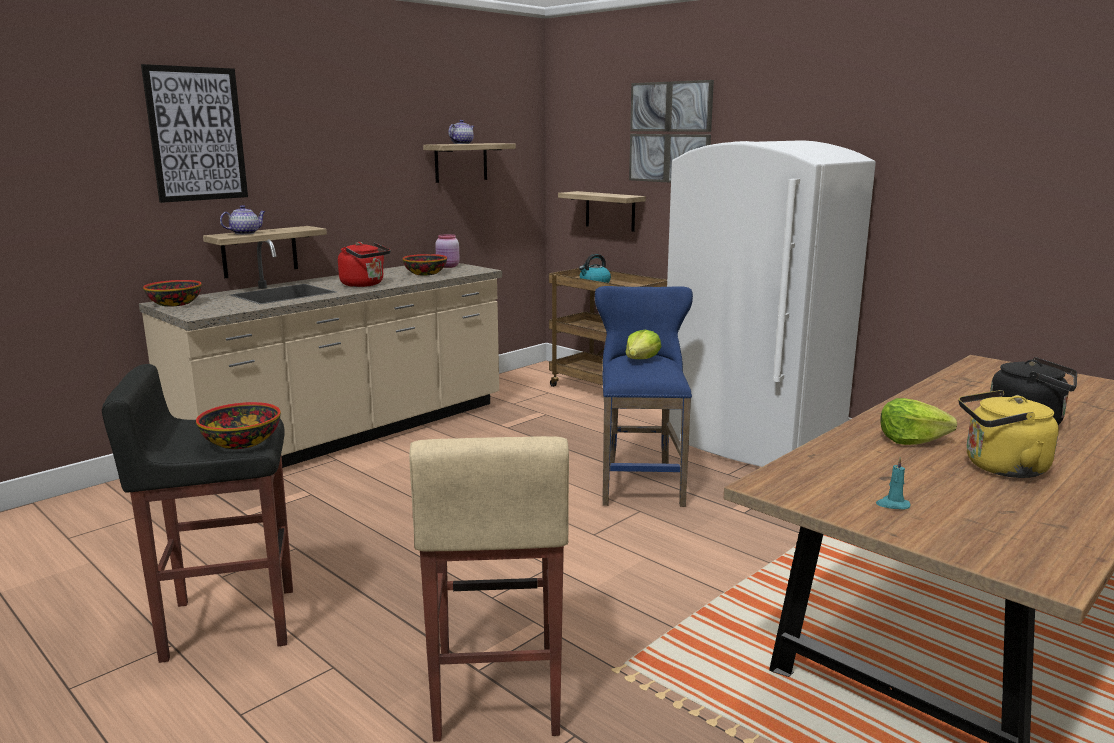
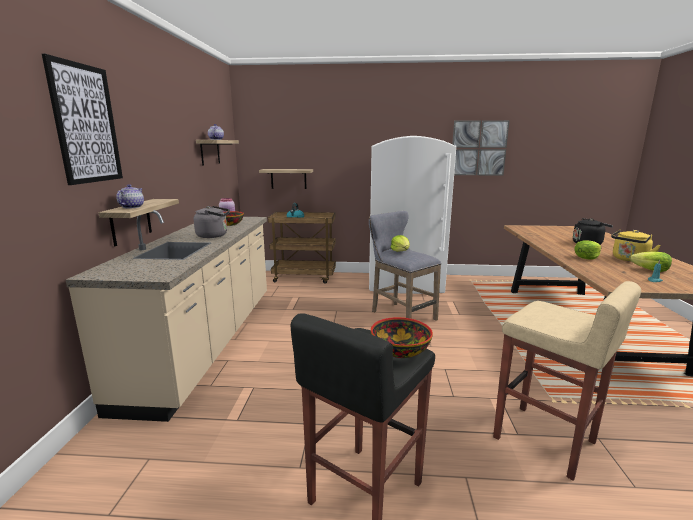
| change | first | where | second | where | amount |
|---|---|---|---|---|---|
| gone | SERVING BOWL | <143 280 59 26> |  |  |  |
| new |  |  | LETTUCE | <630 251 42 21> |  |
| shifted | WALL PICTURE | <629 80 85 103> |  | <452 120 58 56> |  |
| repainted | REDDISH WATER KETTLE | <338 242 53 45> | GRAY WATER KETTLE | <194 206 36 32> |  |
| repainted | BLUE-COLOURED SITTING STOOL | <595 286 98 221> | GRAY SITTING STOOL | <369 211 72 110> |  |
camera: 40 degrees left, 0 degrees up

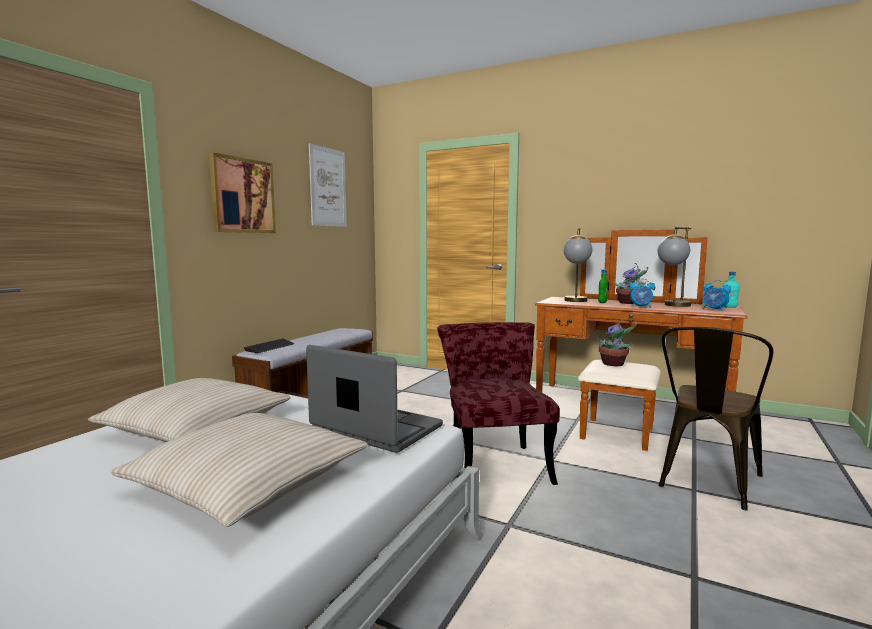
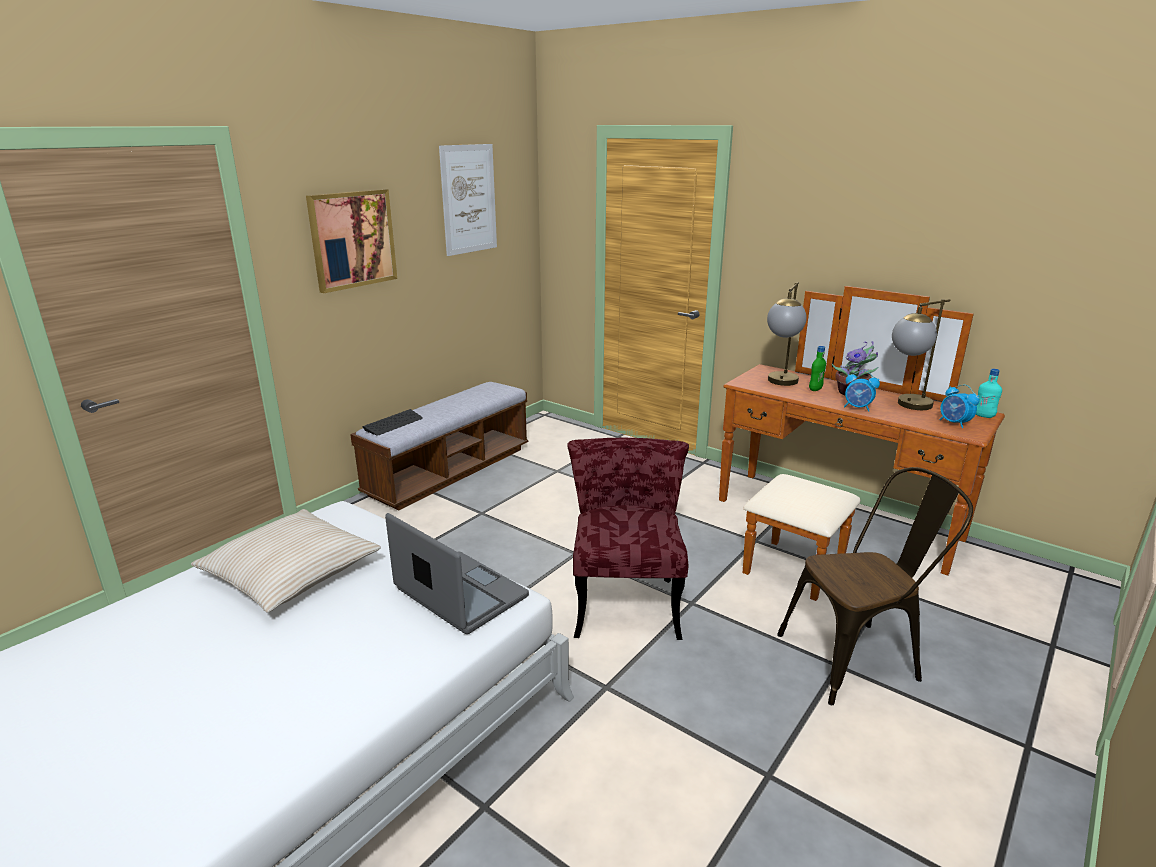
| change | first | where | second | where | amount |
|---|---|---|---|---|---|
| gone | SAND-COLOURED CUSHION | <111 413 257 114> |  |  |  |
| gone | HOUSEPLANT | <597 318 40 48> |  |  |  |
| rotated | BROWNISH CHAIR | <659 327 114 184> |  | <777 467 196 238> | 150 degrees counterclockwise |
camera: 10 degrees right, 15 degrees up

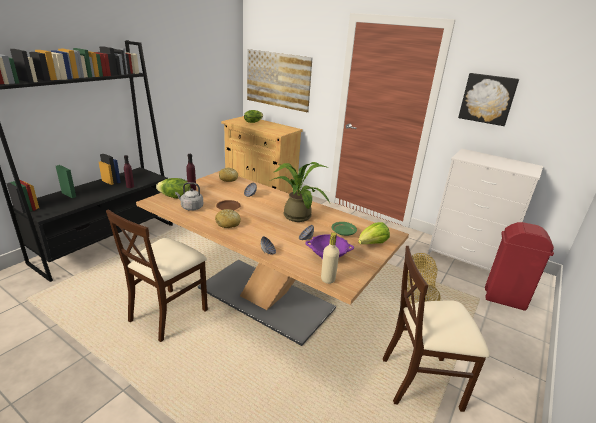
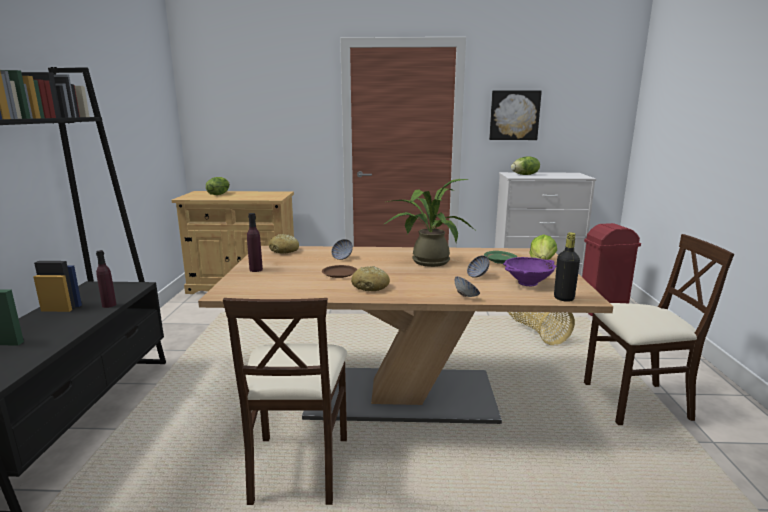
| change | first | where | second | where | amount |
|---|---|---|---|---|---|
| gone | GRAY WATER KETTLE | <175 182 28 29> |  |  |  |
| gone | WALL PICTURE | <247 49 65 63> |  |  |  |
| shifted | LETTUCE | <156 178 35 20> |  | <511 156 29 19> |  |
| repainted | SAND-COLOURED DRINK BOTTLE | <321 232 18 52> | BLACK-COLOURED DRINK BOTTLE | <554 232 26 70> |  |
| rotated | SAND-COLOURED CHAIR | <383 246 107 166> |  | <584 234 150 191> | 150 degrees counterclockwise |
camera: 30 degrees left, 10 degrees down

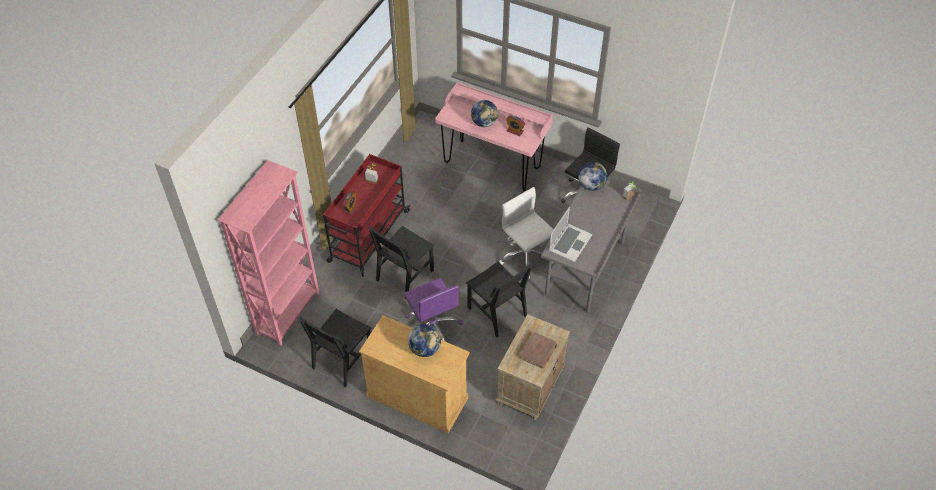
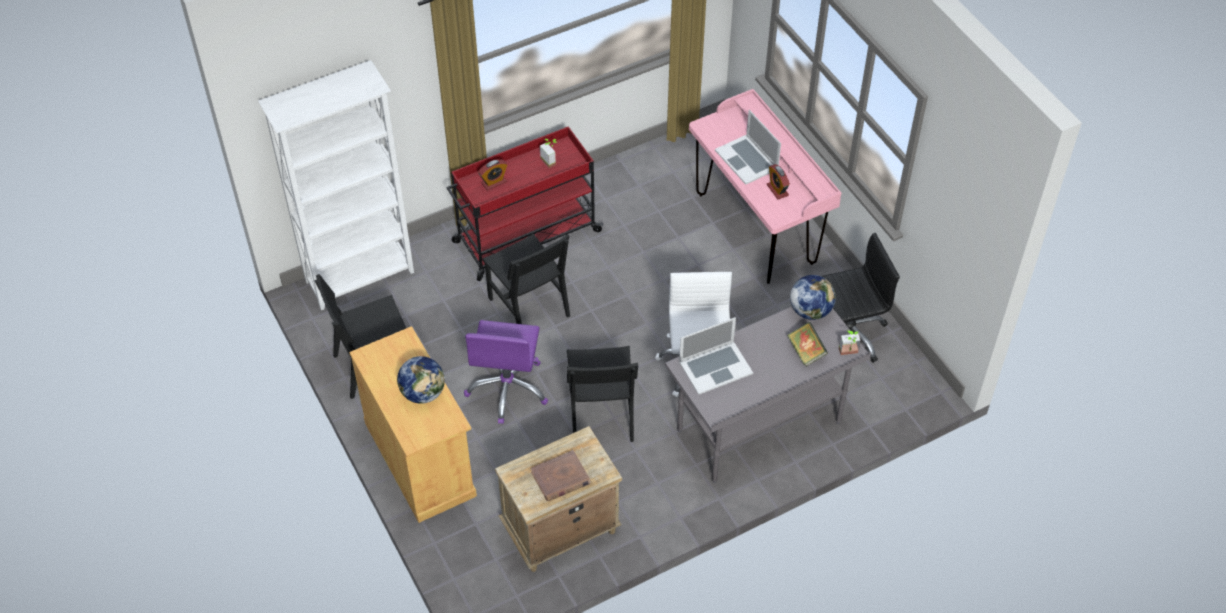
| change | first | where | second | where | amount |
|---|---|---|---|---|---|
| new |  |  | BOUND BOOK | <787 322 41 45> |  |
| swapped | WORLD GLOBE | <471 100 27 27> | PORTABLE COMPUTER | <715 110 66 75> |  |
| repainted | PINKISH BOOKCASE | <217 160 102 186> | WHITE BOOKCASE | <258 60 156 250> |  |
| rotated | BLACK-COLOURED CHAIR | <368 225 67 74> |  | <482 233 88 91> | 105 degrees counterclockwise |
camera: 35 degrees right, 0 degrees up

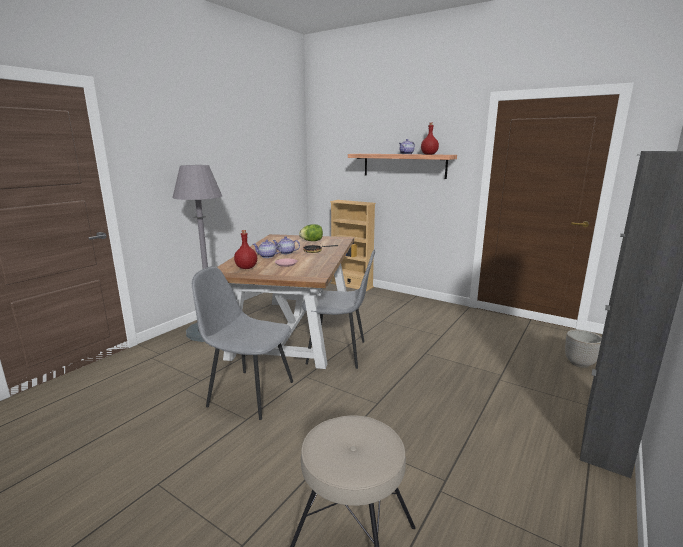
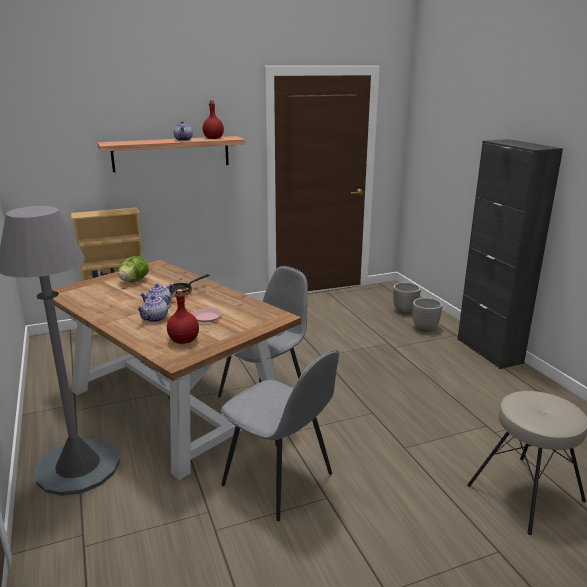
| change | first | where | second | where | amount |
|---|---|---|---|---|---|
| new |  |  | PLANT POT | <413 298 29 34> |  |
| rotated | GRAY CHAIR | <192 266 101 154> |  | <221 350 118 171> | 105 degrees counterclockwise |
camera: 55 degrees left, 5 degrees up

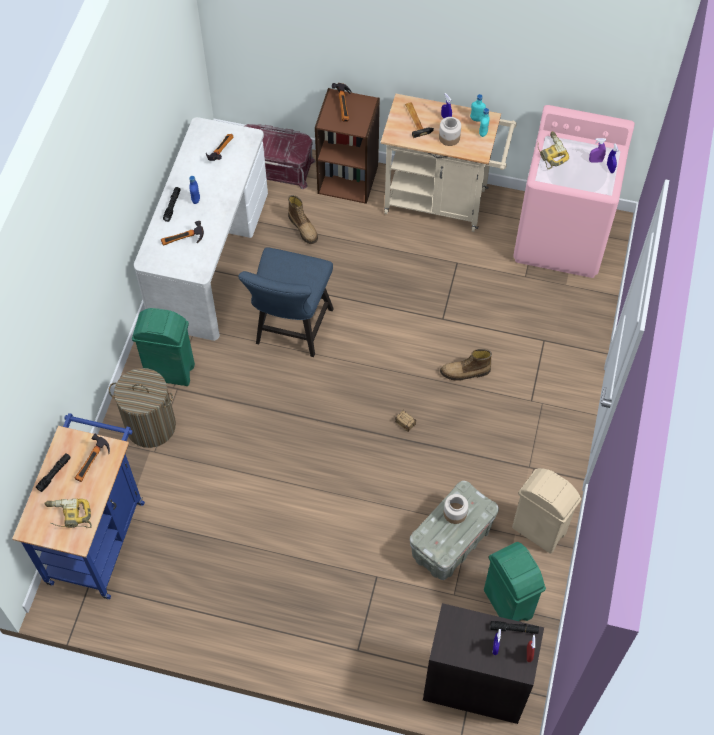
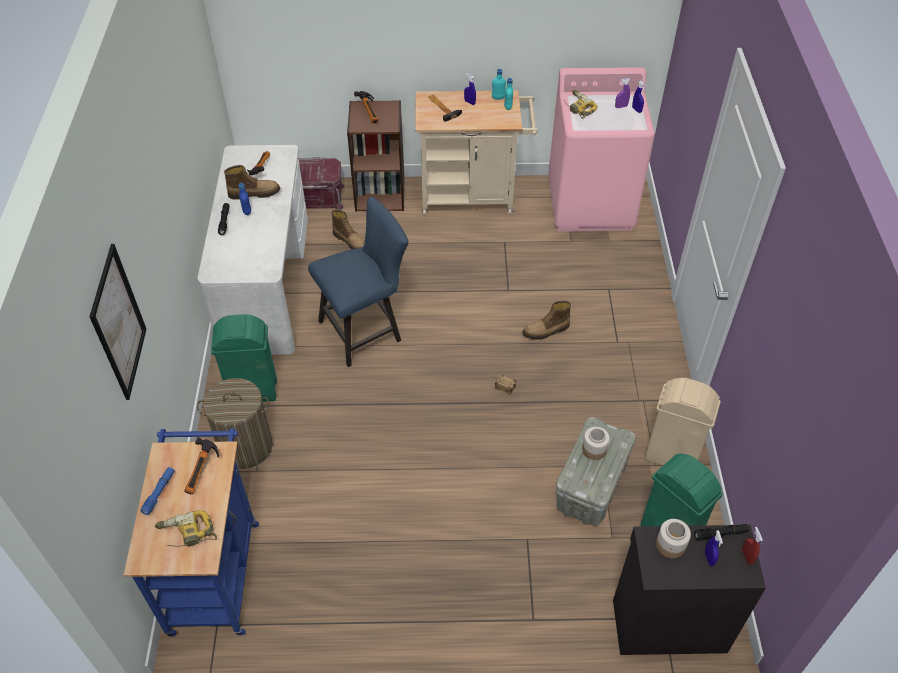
| change | first | where | second | where | amount |
|---|---|---|---|---|---|
| gone | HAMMER | <161 221 43 24> |  |  |  |
| new |  |  | WALL PICTURE | <90 244 57 156> |  |
| new |  |  | TALL BOOT | <224 165 56 35> |  |
| shifted | PRESERVE JAR | <439 117 22 29> |  | <656 519 35 40> |  |
| repainted | BLACK-COLOURED TORCH | <36 453 35 39> | BLUE-COLOURED TORCH | <140 467 35 48> |  |
| rotated | BLUE-COLOURED CHAIR | <238 247 96 110> |  | <308 196 101 171> | 120 degrees counterclockwise |
camera: 15 degrees left, 10 degrees down

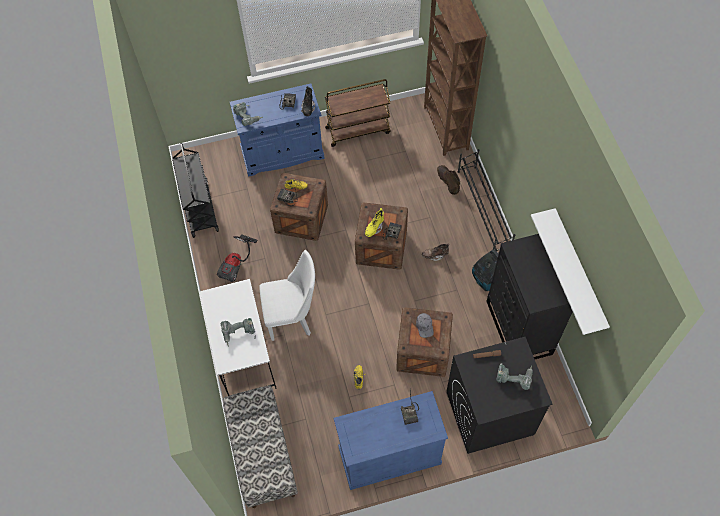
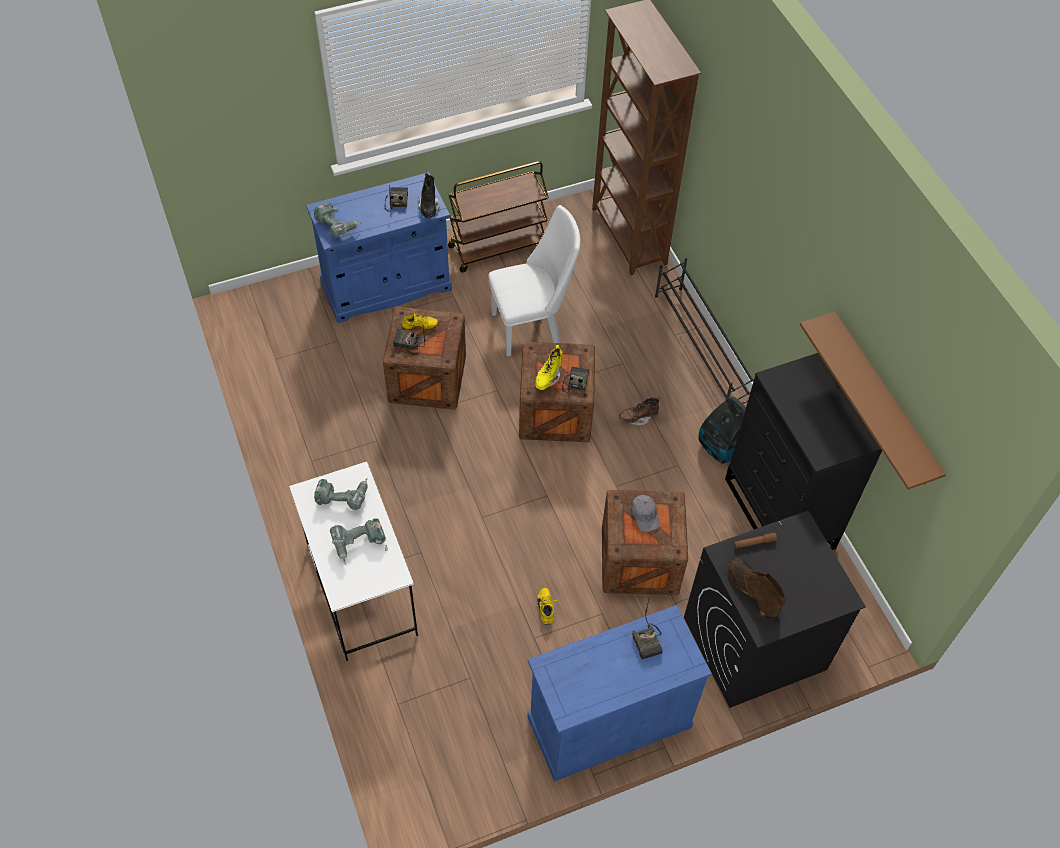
| change | first | where | second | where | amount |
|---|---|---|---|---|---|
| gone | BLACK-COLOURED WHEELED CART | <172 143 47 95> |  |  |  |
| gone | VACUUM CLEANER | <217 234 41 49> |  |  |  |
| gone | INDOOR BENCH | <223 386 75 122> |  |  |  |
| shifted | WHITE CHAIR | <259 250 56 91> |  | <488 205 92 151> |  |
| shifted | BROWNISH TALL BOOT | <437 165 23 30> |  | <727 558 59 62> |  |
| shifted | DRILL | <496 363 37 27> |  | <314 479 54 31> |  |
| repainted | WHITE SHELF | <531 208 79 127> | BROWNISH SHELF | <800 312 146 178> |  |
camera: 10 degrees left, 5 degrees down

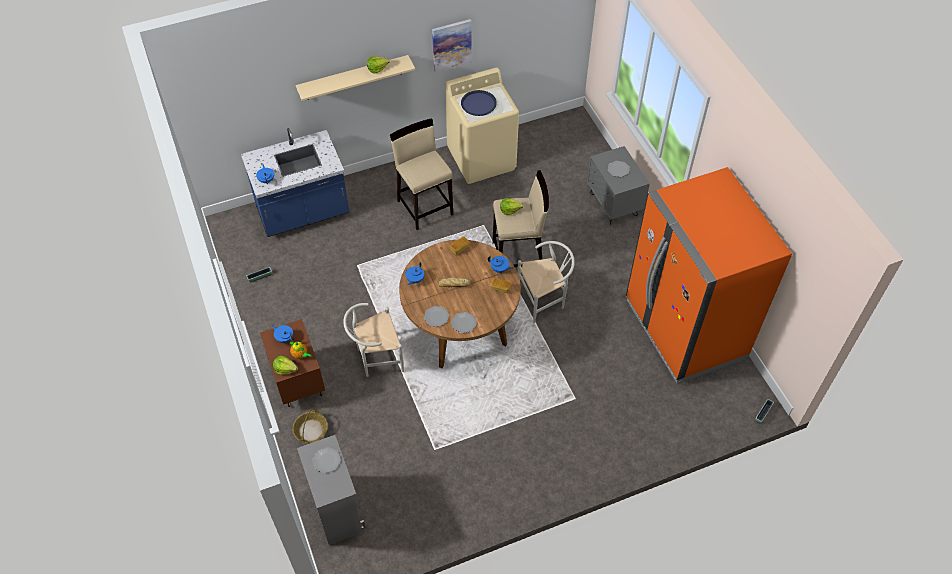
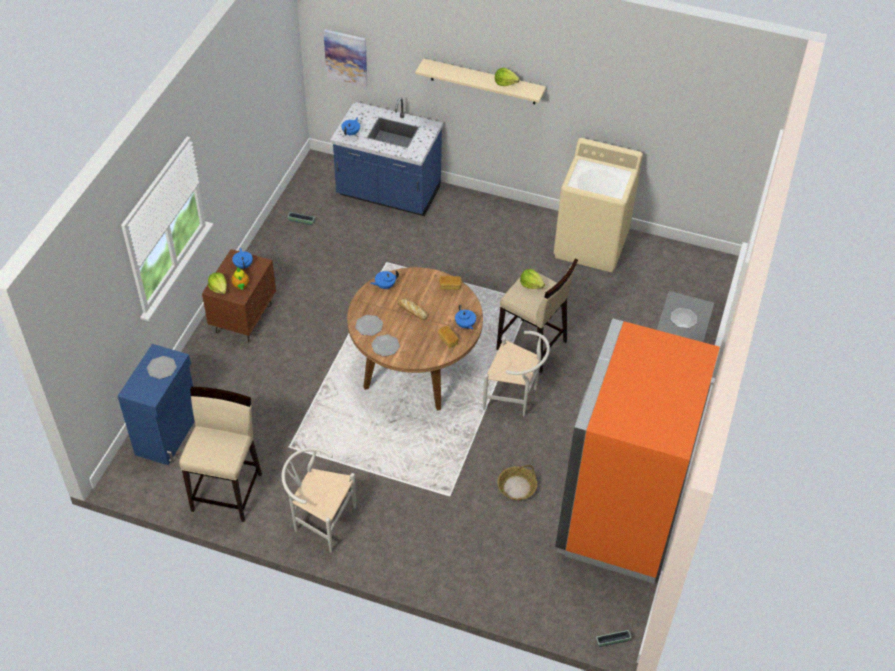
| change | first | where | second | where | amount |
|---|---|---|---|---|---|
| gone | BLUE-COLOURED TRAY | <461 90 36 26> |  |  |  |
| shifted | STORAGE BASKET | <292 408 36 35> |  | <497 465 40 35> |  |
| shifted | WHITE CHAIR | <343 303 61 74> |  | <282 447 74 106> |  |
| shifted | SAND-COLOURED SITTING STOOL | <390 118 63 112> |  | <179 387 83 135> |  |
| shifted | WALL PICTURE | <432 19 40 53> |  | <323 29 44 58> |  |
| repainted | GRAY CABINET | <297 435 69 110> | BLUE-COLOURED CABINET | <118 344 77 121> |  |
camera: 40 degrees right, 5 degrees down

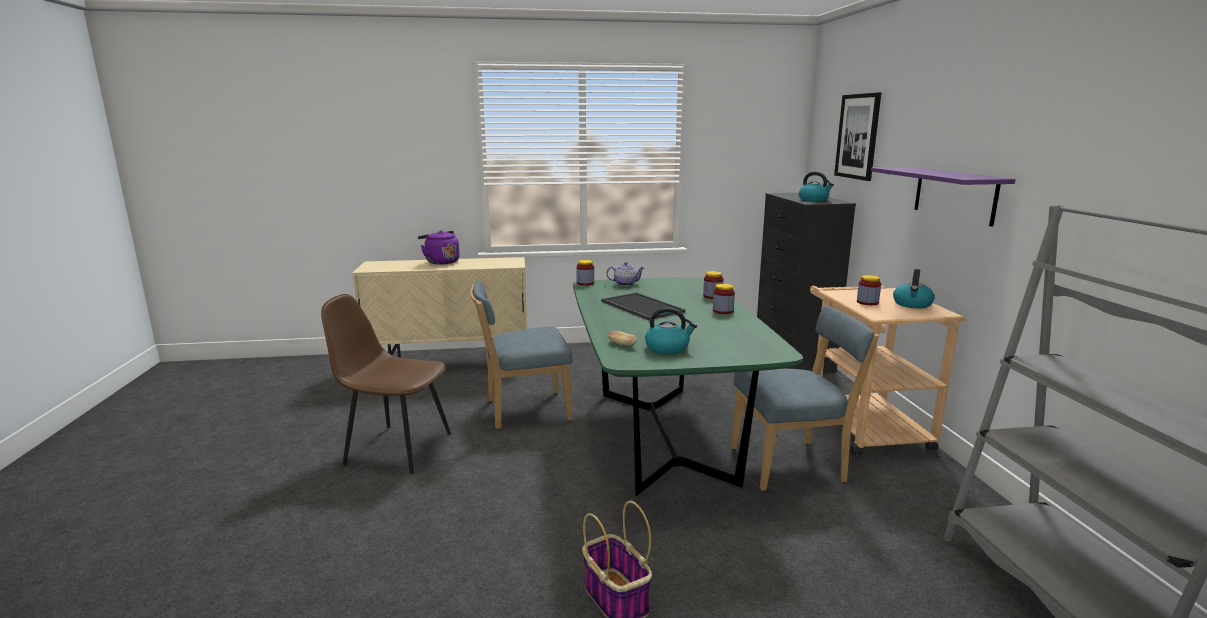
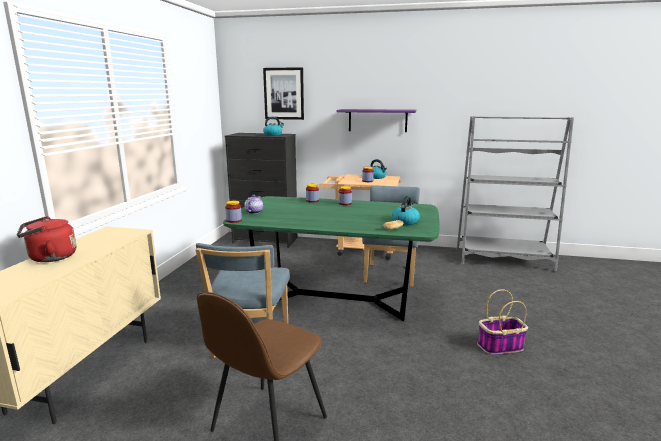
| change | first | where | second | where | amount |
|---|---|---|---|---|---|
| gone | TRAY | <601 292 84 28> |  |  |  |
| repainted | PURPLISH WATER KETTLE | <418 230 42 35> | REDDISH WATER KETTLE | <17 216 59 46> |  |
camera: 70 degrees left, 0 degrees up

